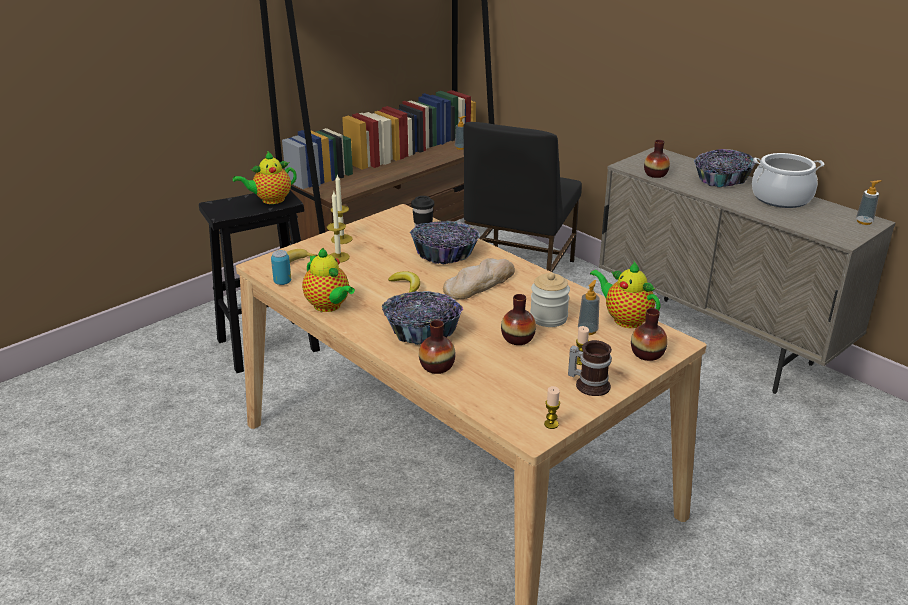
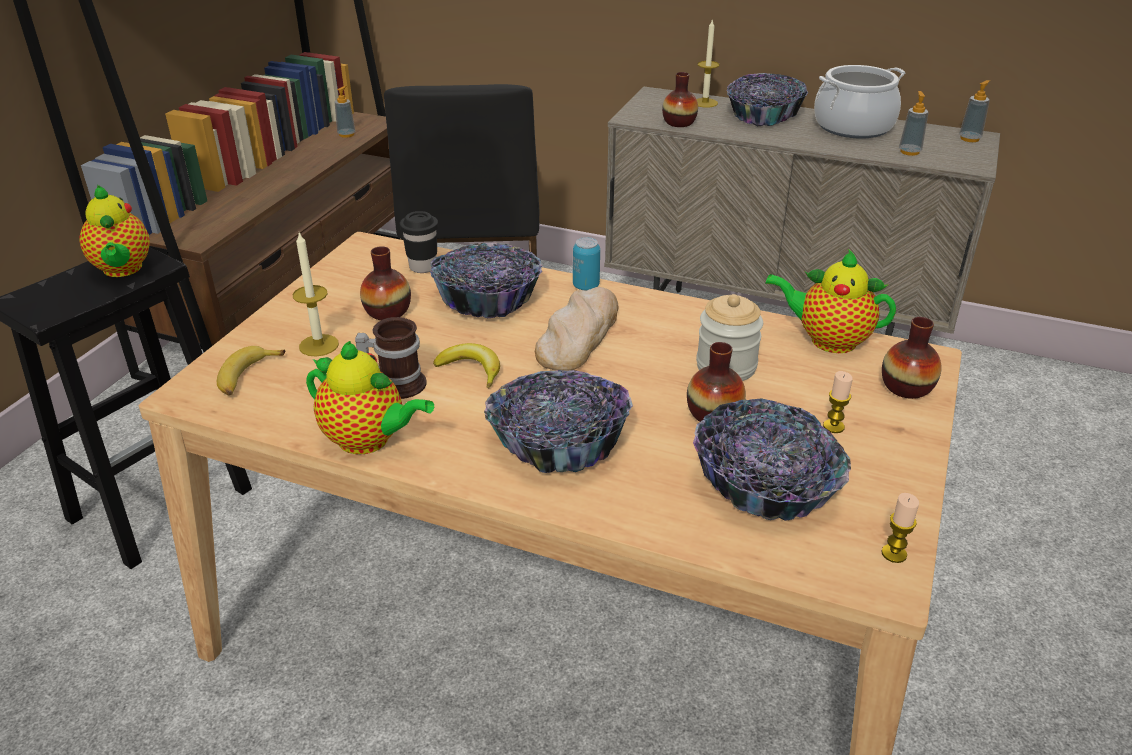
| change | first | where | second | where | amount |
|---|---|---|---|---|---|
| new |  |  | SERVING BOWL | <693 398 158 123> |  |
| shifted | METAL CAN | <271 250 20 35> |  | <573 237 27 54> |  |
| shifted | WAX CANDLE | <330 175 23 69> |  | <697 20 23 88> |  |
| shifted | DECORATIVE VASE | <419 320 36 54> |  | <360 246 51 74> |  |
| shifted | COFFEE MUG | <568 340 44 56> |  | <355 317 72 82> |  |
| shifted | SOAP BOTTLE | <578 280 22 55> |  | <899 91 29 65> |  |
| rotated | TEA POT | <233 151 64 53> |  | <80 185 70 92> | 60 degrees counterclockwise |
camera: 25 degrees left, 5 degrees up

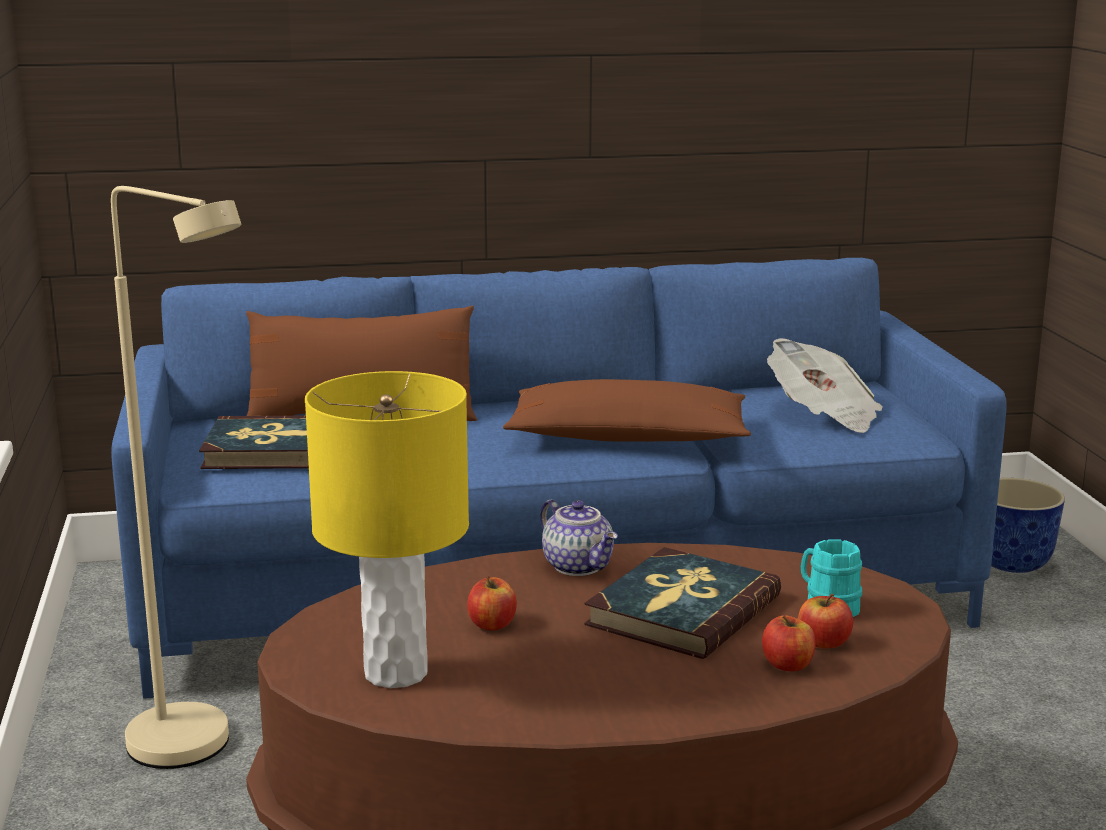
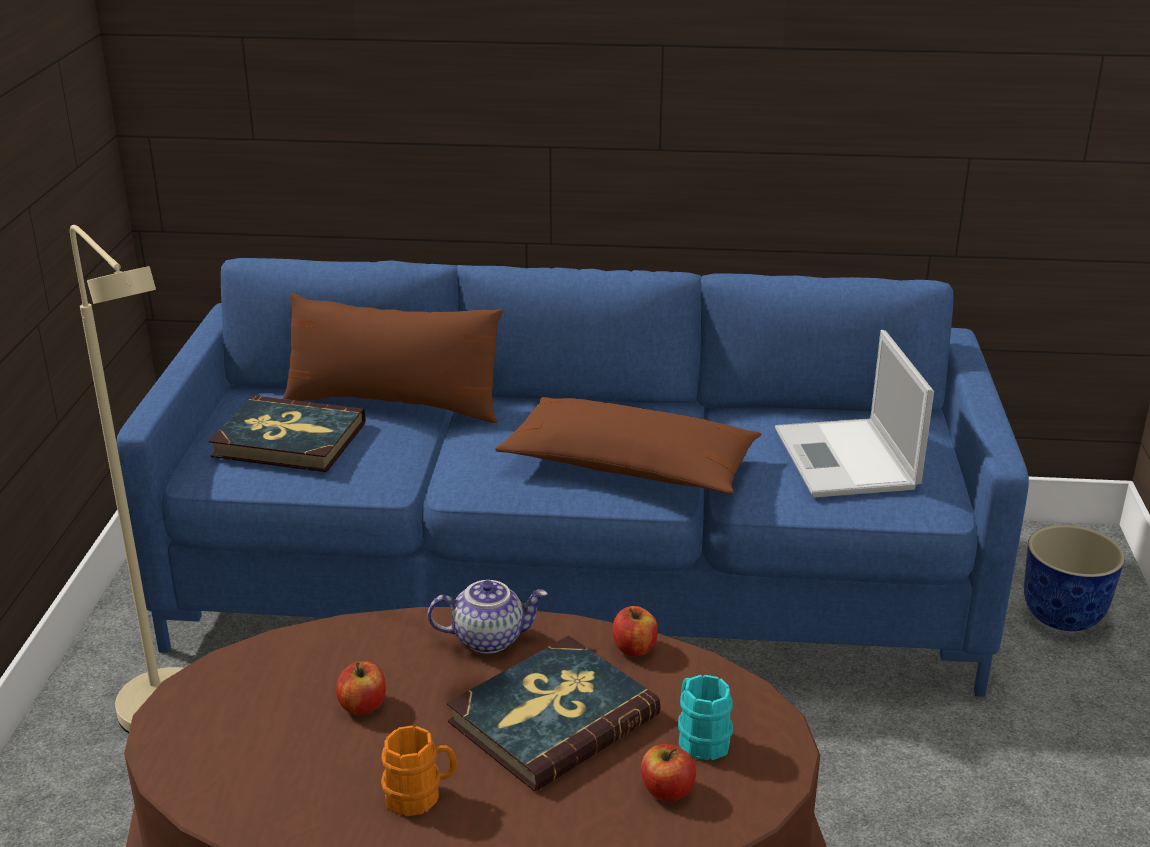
| change | first | where | second | where | amount |
|---|---|---|---|---|---|
| gone | YELLOW-COLOURED TABLETOP LAMP | <305 371 164 317> |  |  |  |
| new |  |  | ORANGEY COFFEE MUG | <381 725 76 91> |  |
| shifted | APPLE FRUIT | <762 615 54 56> |  | <613 606 45 50> |  |
| swapped | DAILY PAPER | <767 338 116 95> | PORTABLE COMPUTER | <775 330 159 168> |  |
| rotated | TEA POT | <540 499 78 77> |  | <428 580 120 74> | 75 degrees counterclockwise |
camera: 15 degrees right, 10 degrees up

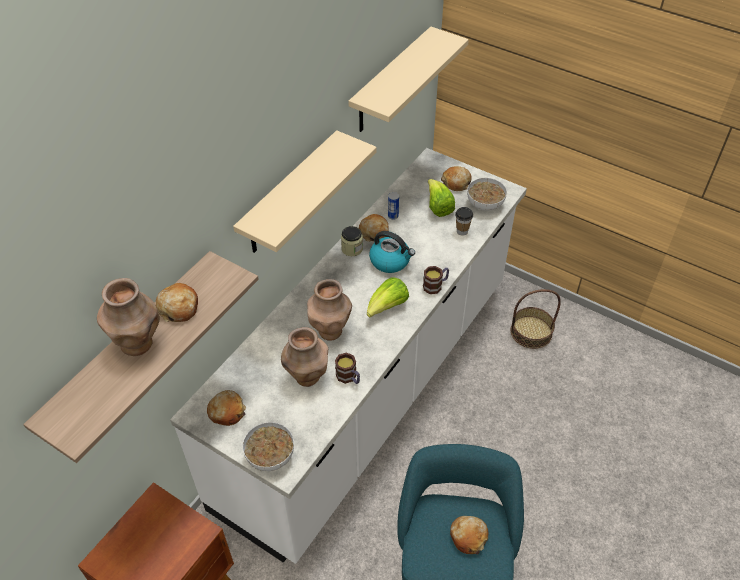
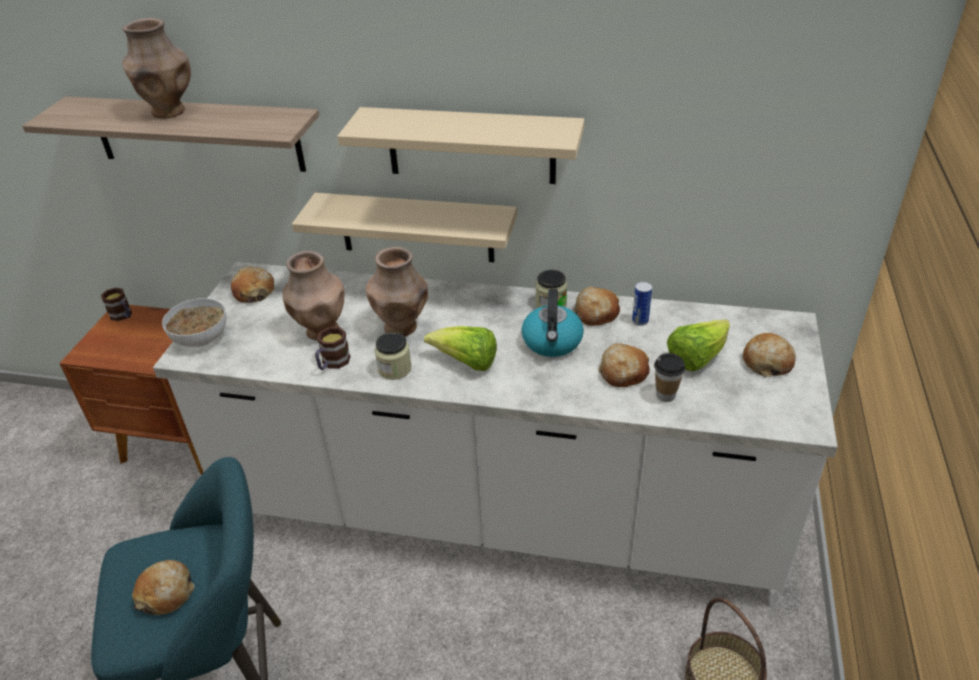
| change | first | where | second | where | amount |
|---|---|---|---|---|---|
| gone | SERVING BOWL | <467 178 40 33> |  |  |  |
| new |  |  | PRESERVE JAR | <375 332 36 48> |  |
| shifted | BREAD | <156 283 42 39> |  | <598 343 52 44> |  |
| shifted | SAND-COLOURED SHELF | <349 27 120 105> |  | <292 193 225 69> |  |
| shifted | COFFEE MUG | <423 266 26 28> |  | <101 288 31 33> |  |
camera: 70 degrees right, 10 degrees down

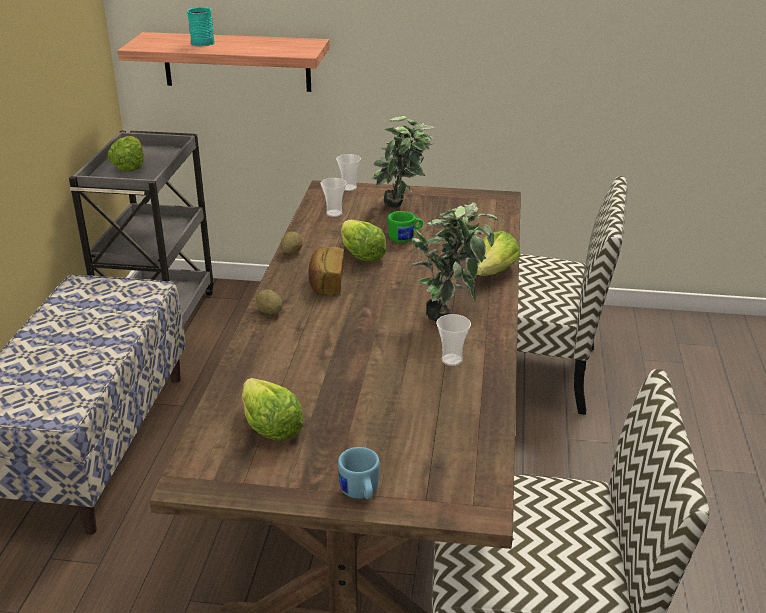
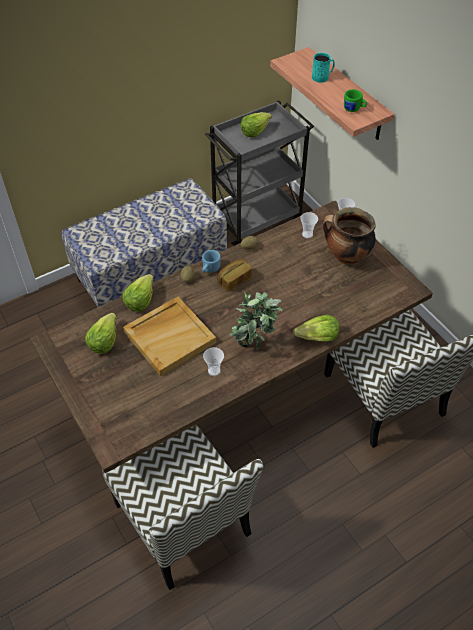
| change | first | where | second | where | amount |
|---|---|---|---|---|---|
| new |  |  | SAND-COLOURED TRAY | <123 297 93 79> |  |
| shifted | BLUE-COLOURED COFFEE MUG | <338 447 42 52> |  | <202 250 19 22> |  |
| shifted | LETTUCE | <341 220 45 42> |  | <122 274 32 38> |  |
| shifted | GREEN COFFEE MUG | <388 211 35 32> |  | <344 89 23 23> |  |
| swapped | HOUSEPLANT | <371 116 64 92> | STOCKPOT | <323 207 53 58> |  |
camera: 50 degrees right, 20 degrees up

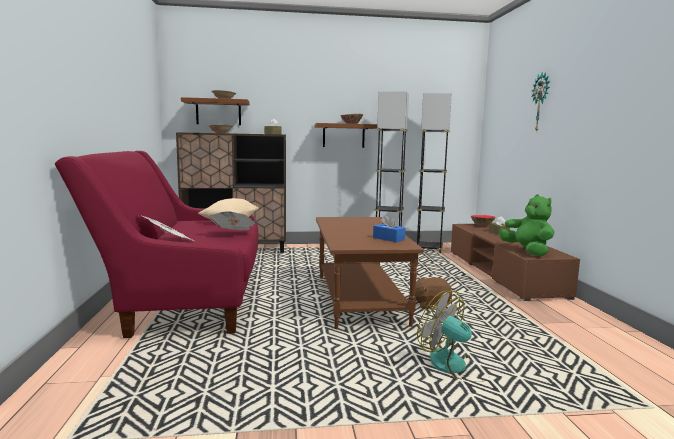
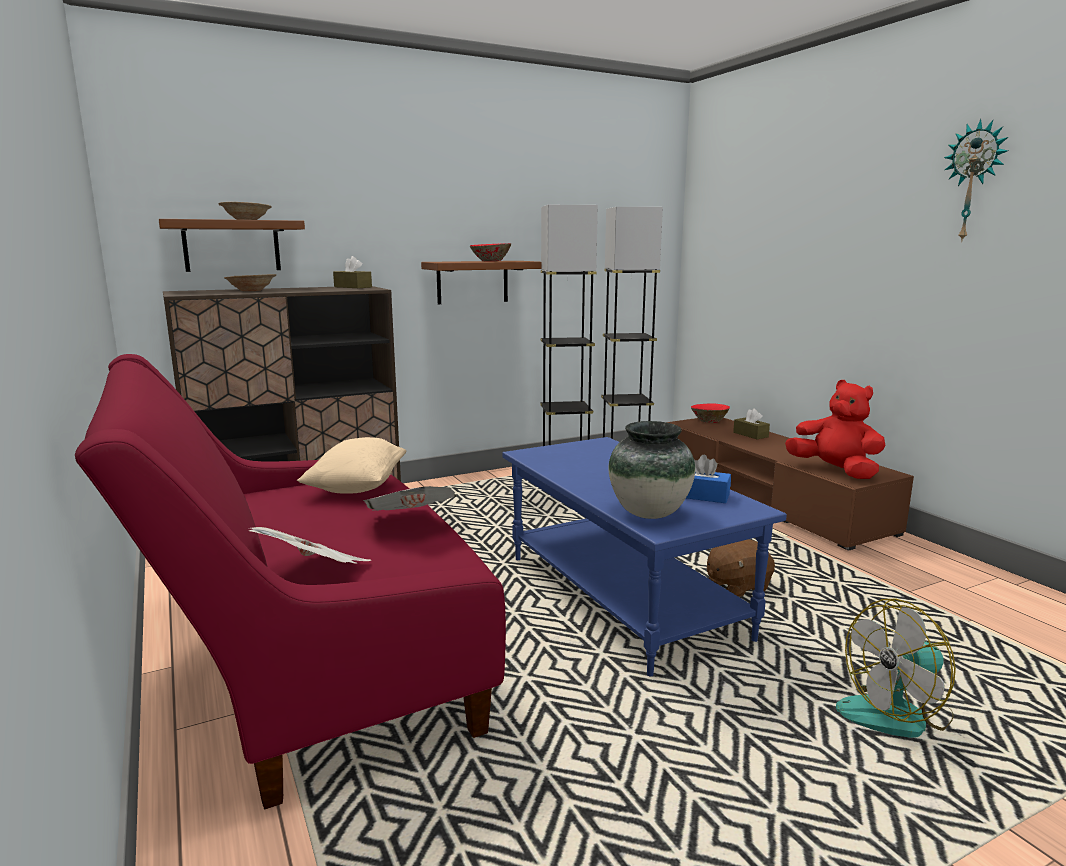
| change | first | where | second | where | amount |
|---|---|---|---|---|---|
| new |  |  | DECORATIVE VASE | <609 421 86 98> |  |
| shifted | CLOCK ON THE WALL | <532 72 18 61> |  | <944 119 64 123> |  |
| repainted | BROWNISH LOW TABLE | <316 217 108 112> | BLUE-COLOURED LOW TABLE | <502 437 285 239> |  |
| repainted | GREEN SOFT TOY | <499 194 55 62> | REDDISH SOFT TOY | <785 380 101 99> |  |
| rotated | ELECTRIC FAN | <417 291 74 91> |  | <836 599 120 139> | 45 degrees counterclockwise |
camera: 20 degrees left, 5 degrees up

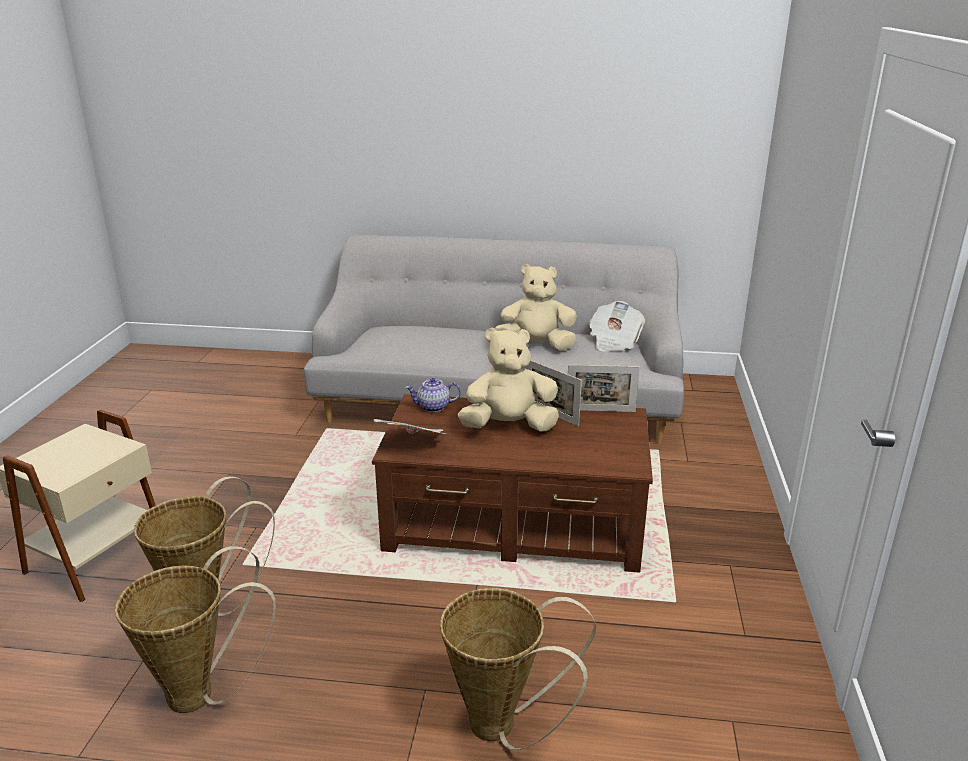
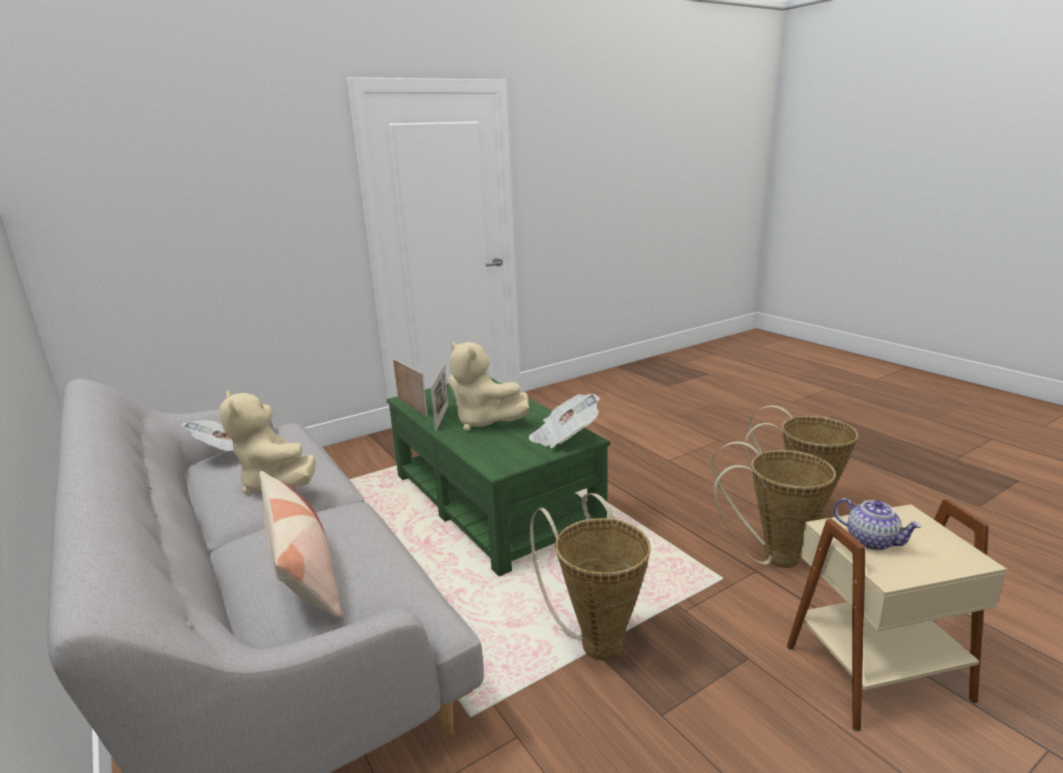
| change | first | where | second | where | amount |
|---|---|---|---|---|---|
| new |  |  | CUSHION | <259 471 83 147> |  |
| shifted | TEA POT | <405 378 56 34> |  | <834 498 88 52> |  |
| shifted | STORAGE BASKET | <440 588 156 162> |  | <530 493 121 167> |  |
| repainted | BROWNISH LOW TABLE | <372 394 281 179> | GREEN LOW TABLE | <386 378 224 198> |  |
camera: 130 degrees left, 5 degrees down

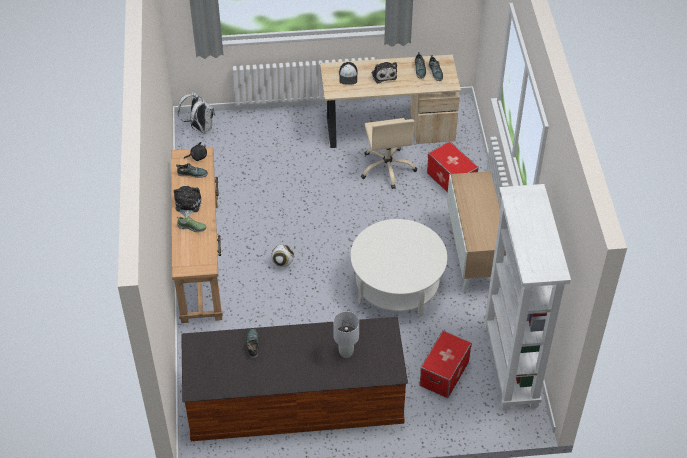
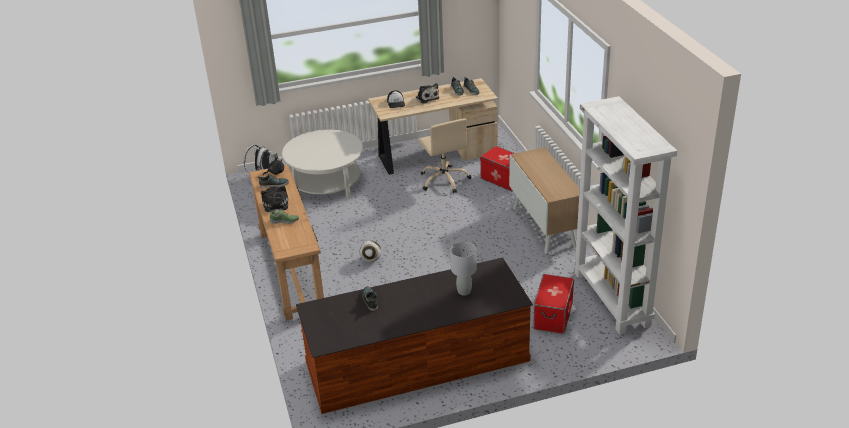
| change | first | where | second | where | amount |
|---|---|---|---|---|---|
| shifted | WHITE LOW TABLE | <350 219 97 98> |  | <282 129 81 69> |  |
camera: 10 degrees left, 15 degrees down

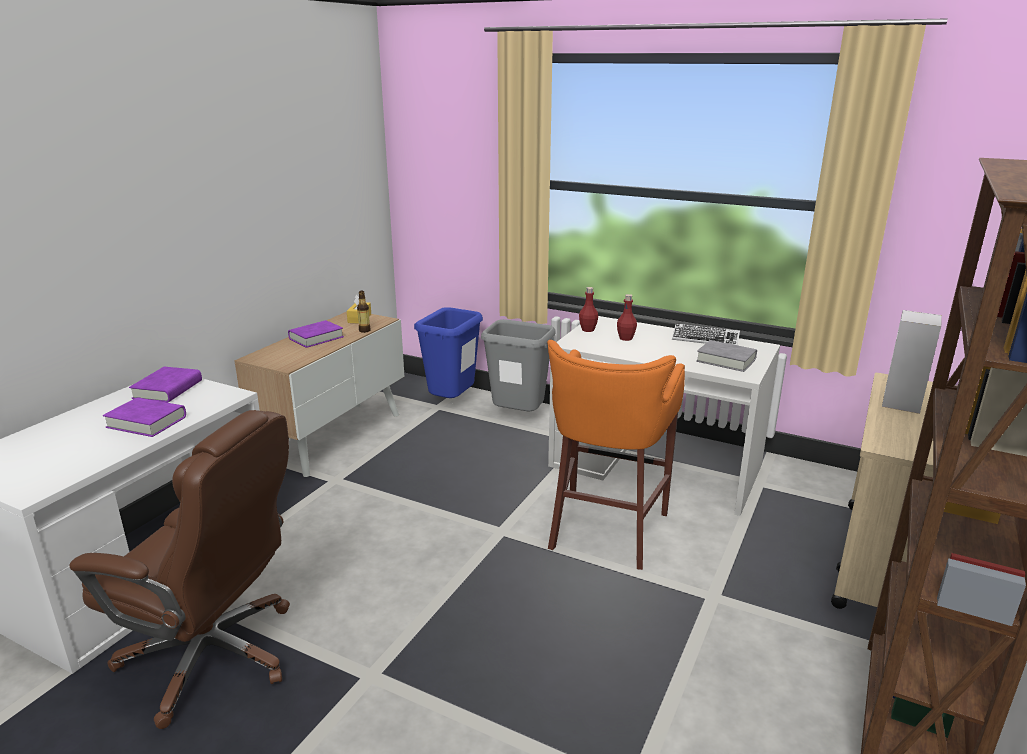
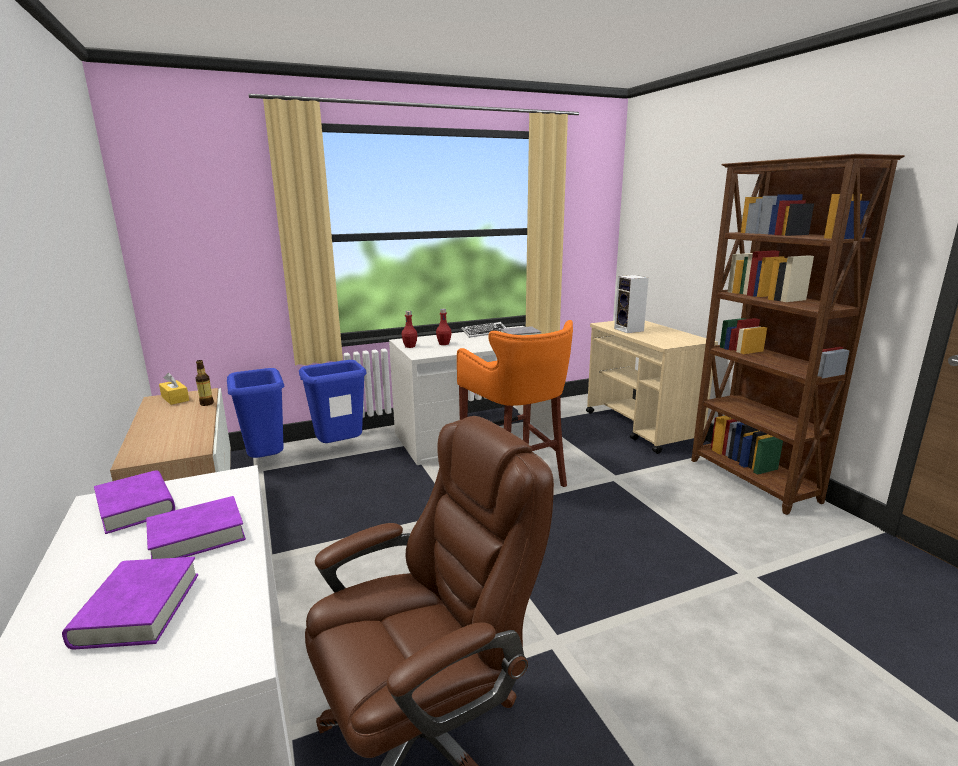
| change | first | where | second | where | amount |
|---|---|---|---|---|---|
| shifted | PURPLISH BOUND BOOK | <288 320 56 28> |  | <62 557 136 92> |  |
| repainted | GRAY WASTE BIN | <481 319 75 93> | BLUE-COLOURED WASTE BIN | <299 360 68 83> |  |
camera: 50 degrees left, 5 degrees down

